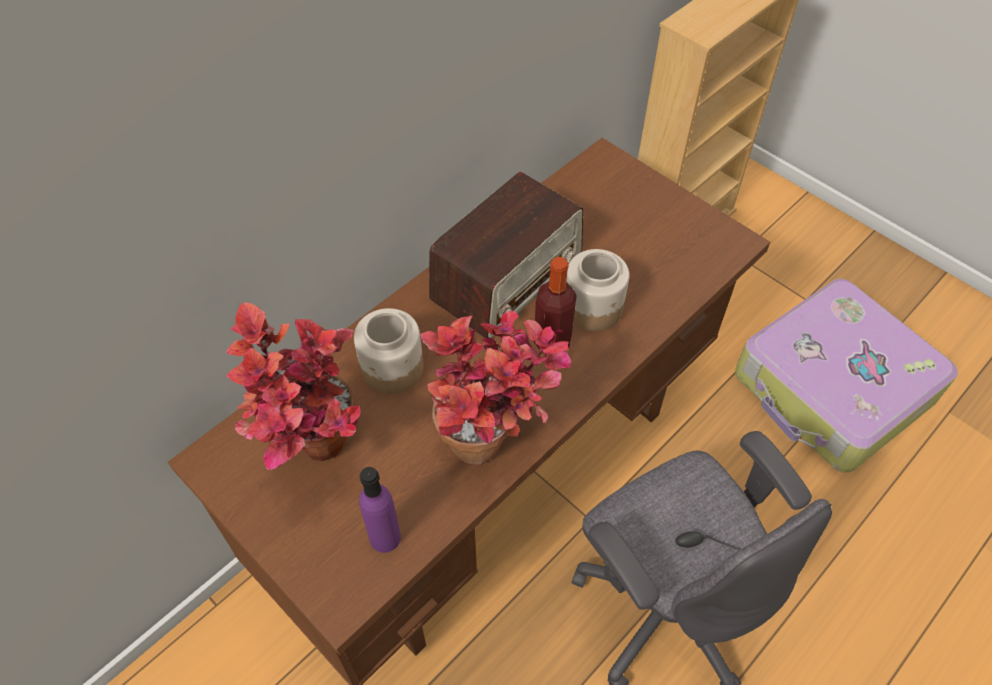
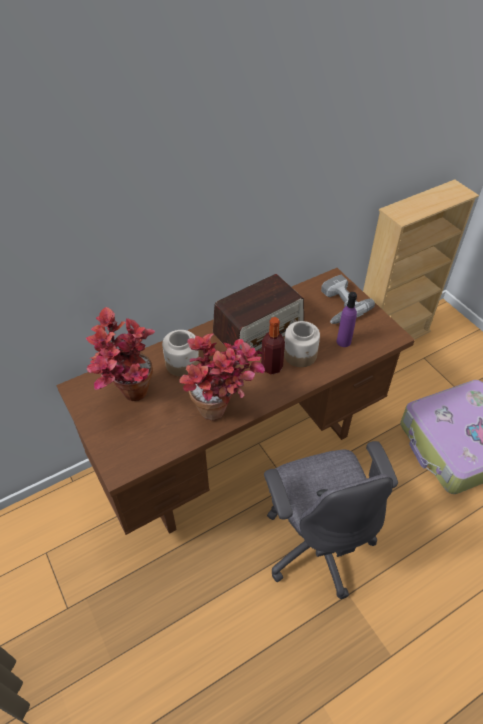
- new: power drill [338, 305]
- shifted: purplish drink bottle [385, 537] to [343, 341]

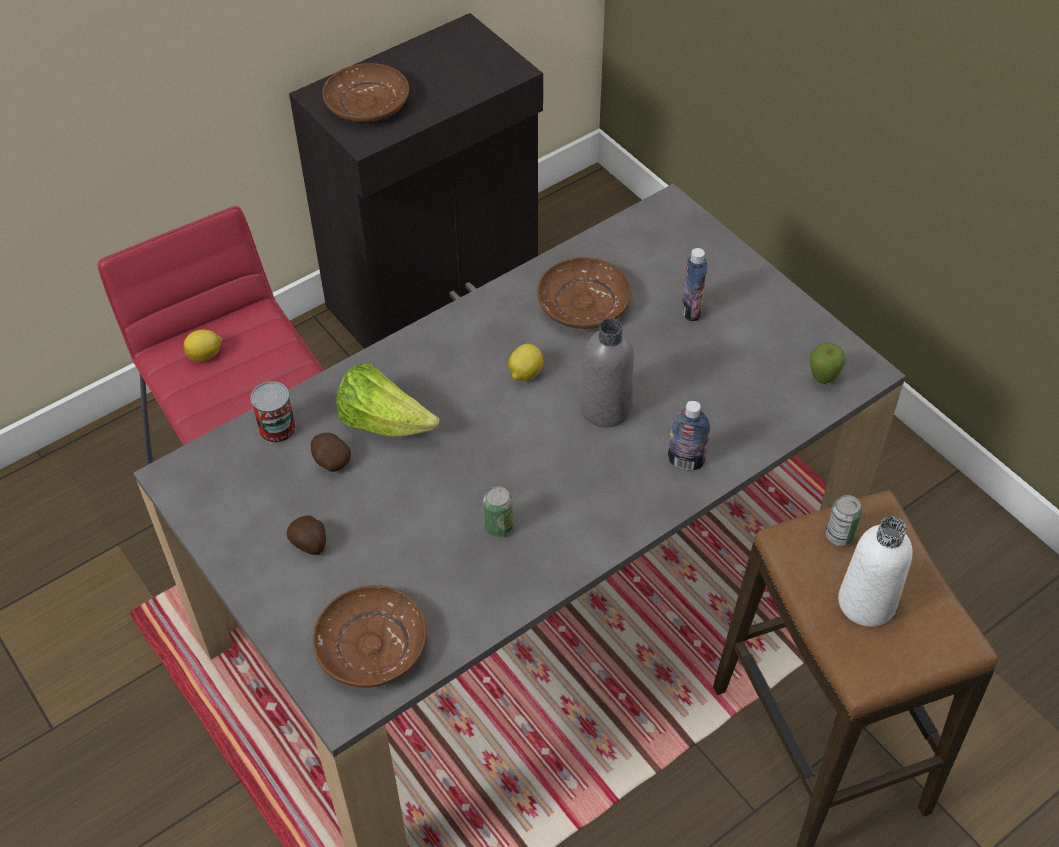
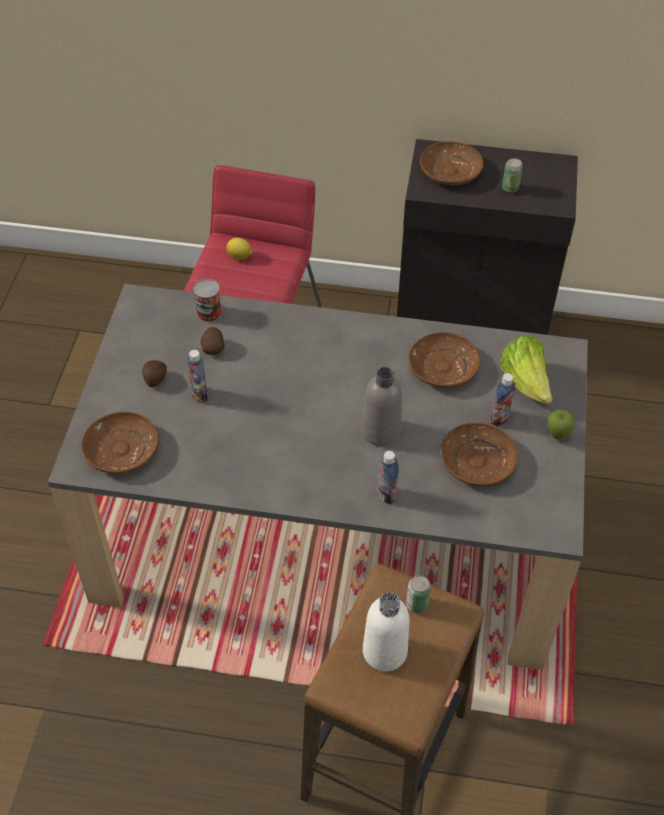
- gone: whole lemon [525, 374]
- new: drink bottle [199, 394]
- new: brownish flat dish [477, 462]
- shifted: head of lettuce [384, 423] to [525, 383]
- shifted: sealed can [499, 527] to [510, 188]
- shifted: whole apple [822, 379] to [557, 436]

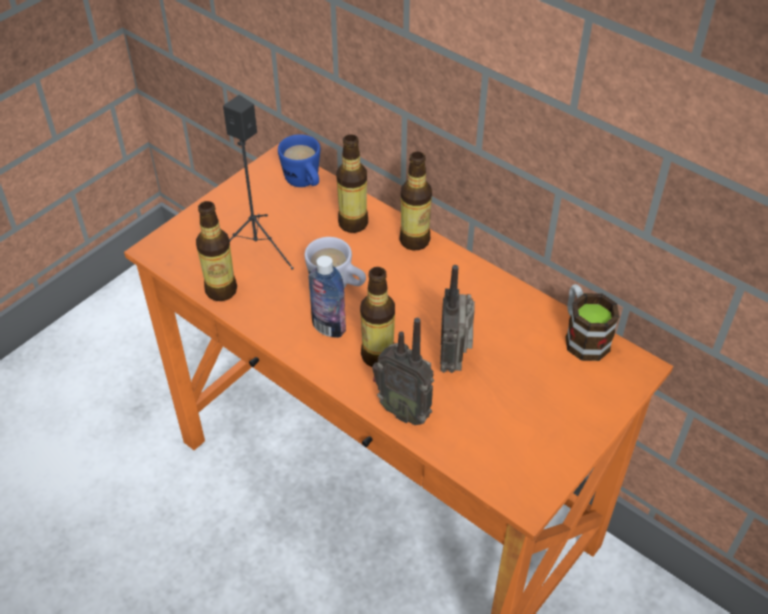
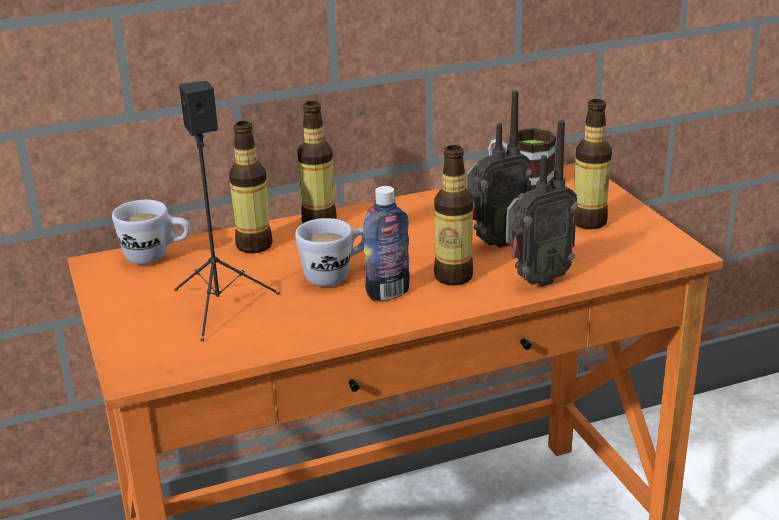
- shifted: drink bottle [221, 290] to [589, 222]
- repainted: blue-coloured tea mug [305, 183] to whitish tea mug [156, 257]
- rotated: radio set [454, 359] = [494, 242] 60 degrees counterclockwise

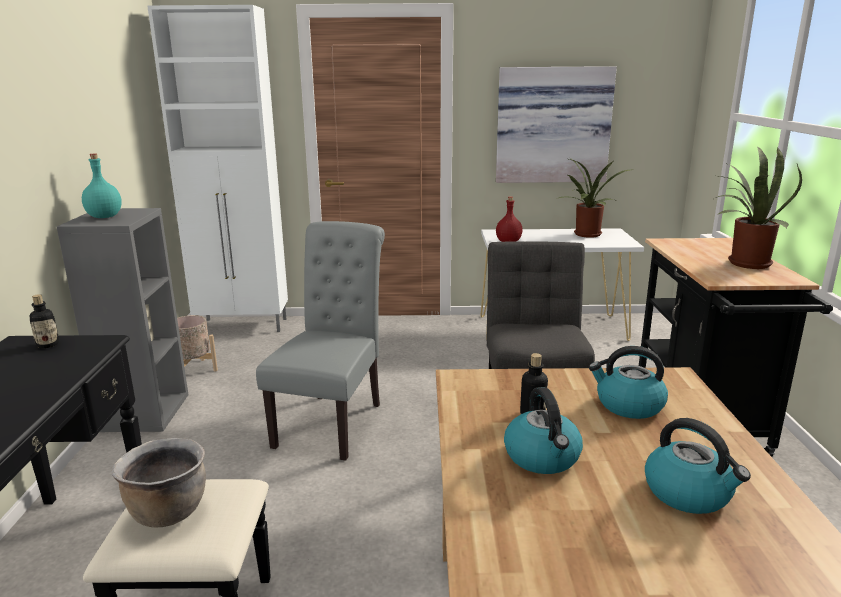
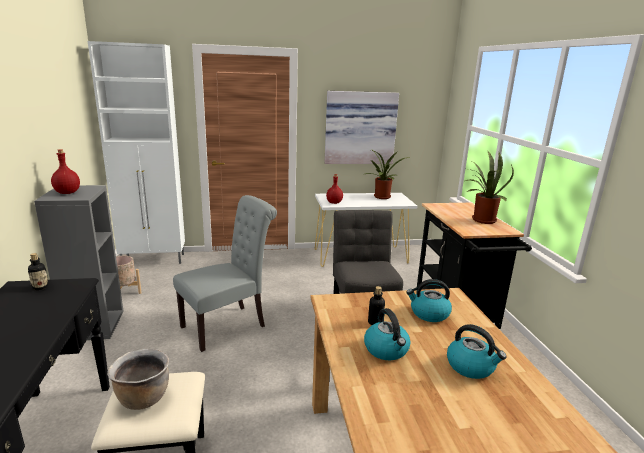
- repainted: turquoise-coloured drink bottle [105, 217] to red drink bottle [67, 192]
- rotated: gray plain chair [333, 421] = [228, 325] 45 degrees clockwise

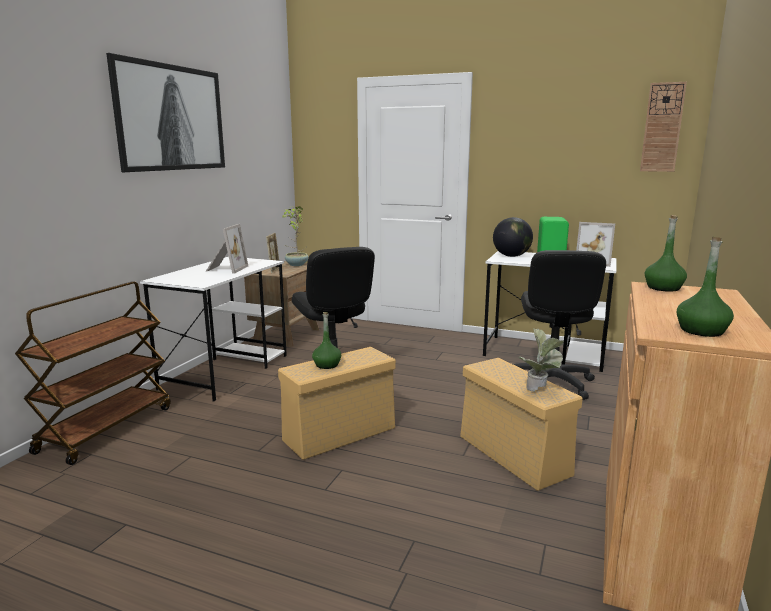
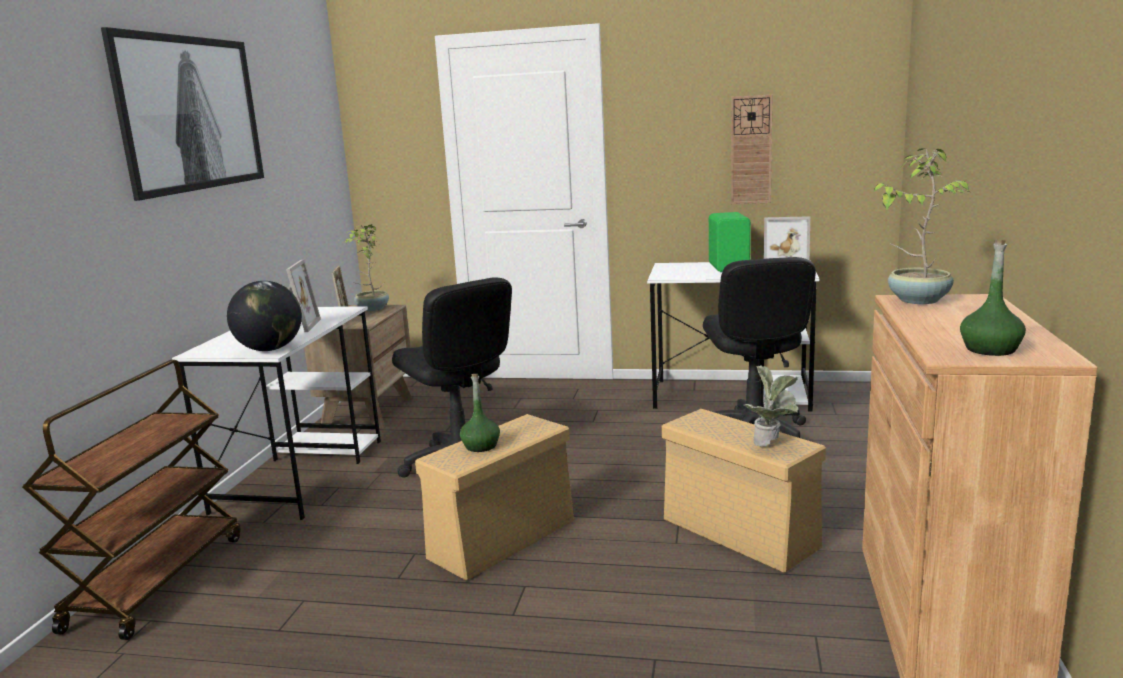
- shifted: world globe [511, 256] to [270, 349]
- shifted: clock on the wall [662, 127] to [751, 150]
- swapped: green drink bottle [663, 288] to potted plant [917, 300]

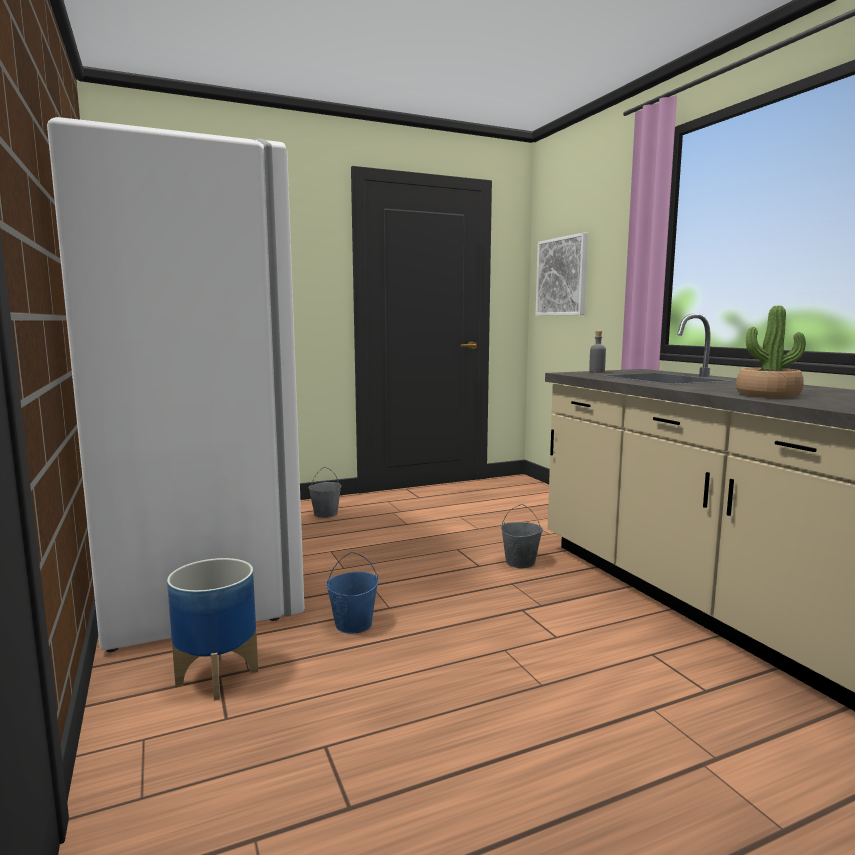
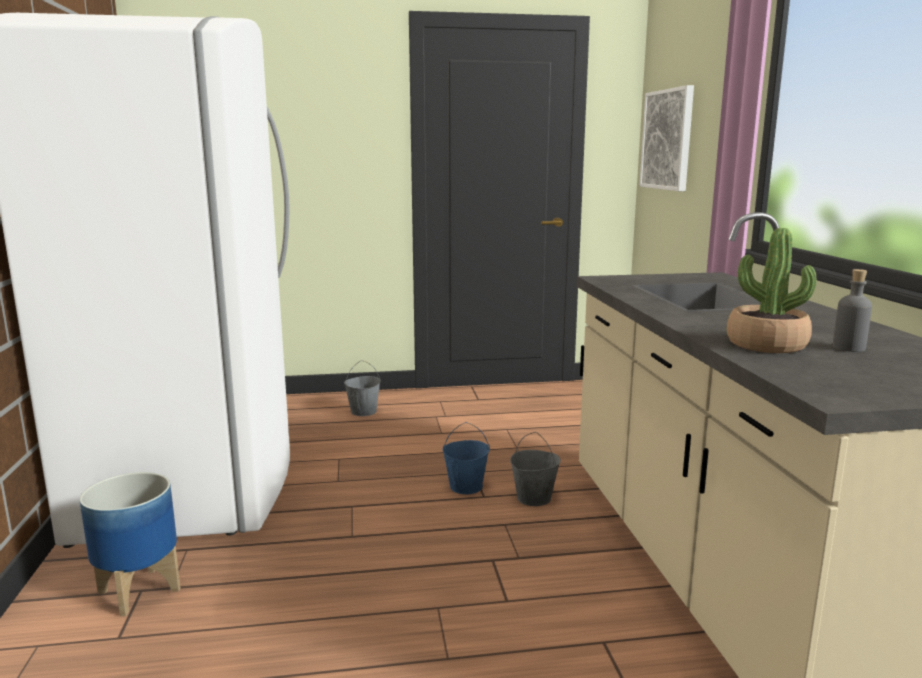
- shifted: blue-coloured water bucket [353, 624] to [466, 486]
- shifted: gray drink bottle [596, 372] to [848, 348]

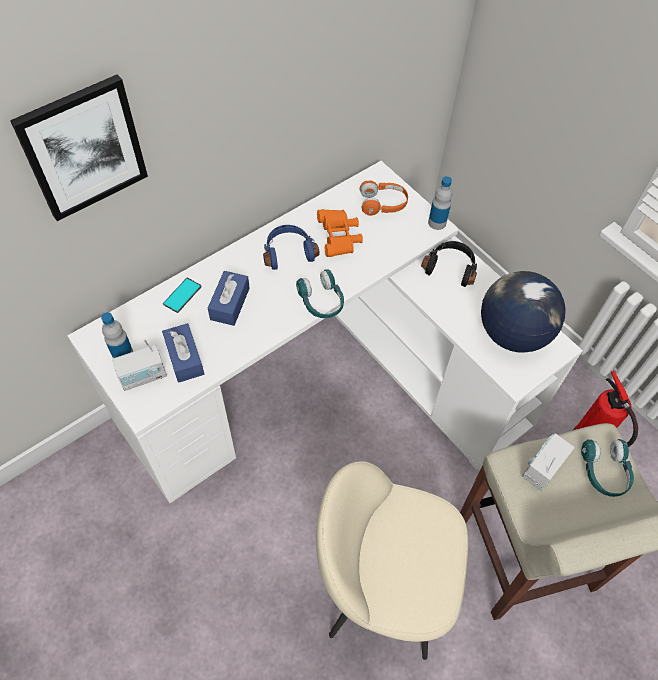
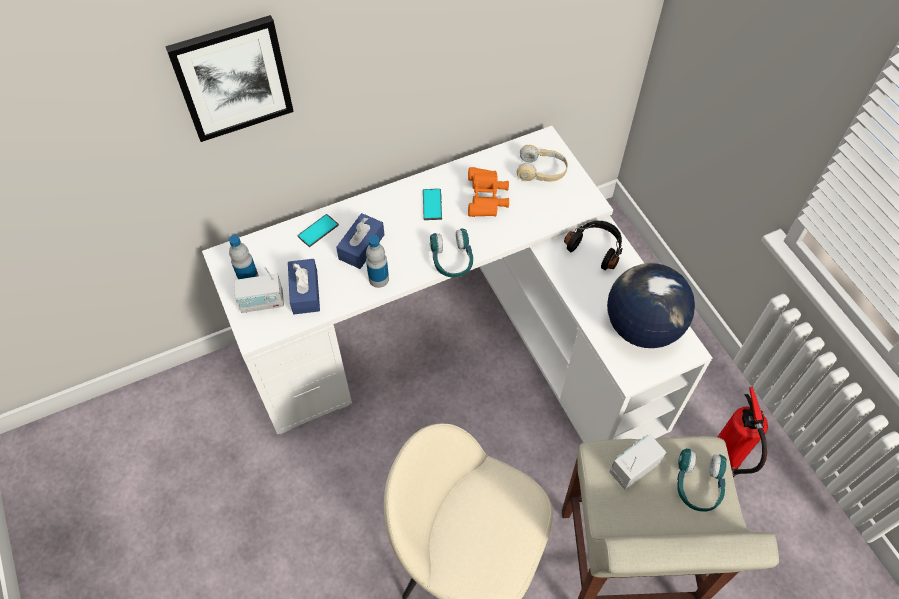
- shifted: drink bottle [437, 222] to [378, 279]
- swapped: blue-coloured pair of headphones [288, 252] to telephone [432, 204]
- repainted: orangey pair of headphones [383, 204] to beige pair of headphones [541, 171]

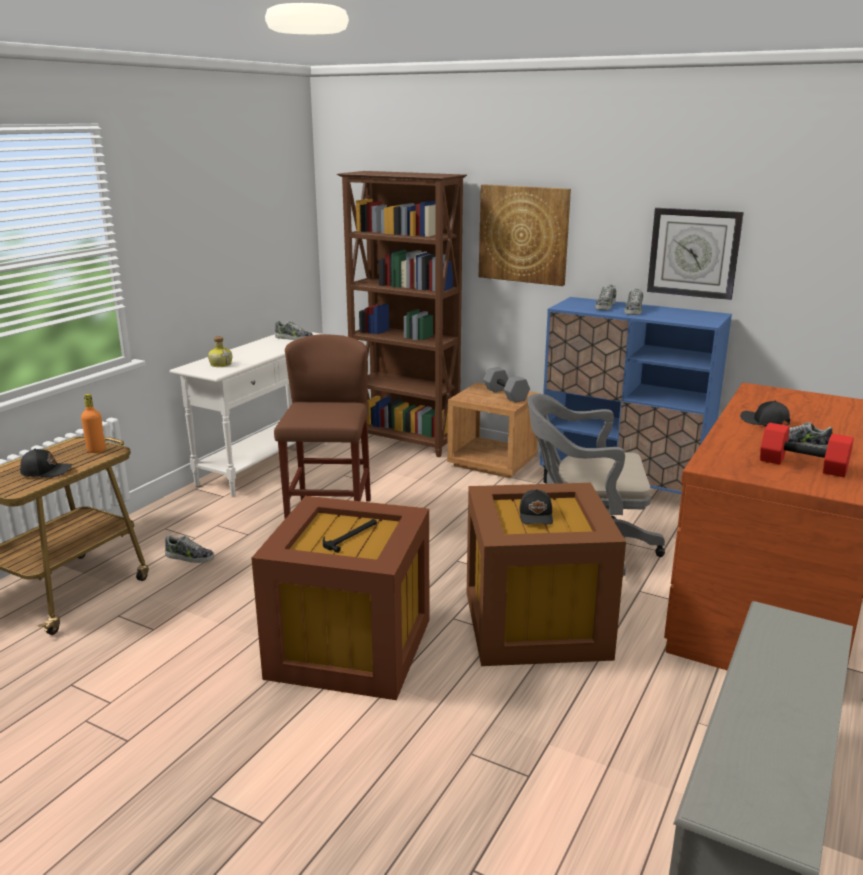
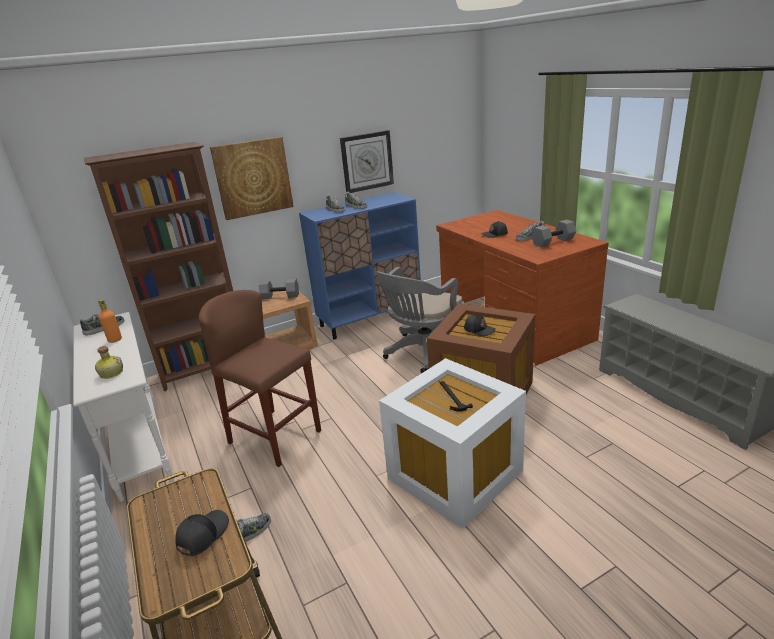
- shifted: orangey drink bottle [96, 450] to [115, 340]
- repainted: brownish storage bin [353, 647] to whitish storage bin [454, 473]
- repainted: red dumbbell [804, 465] to gray dumbbell [553, 241]

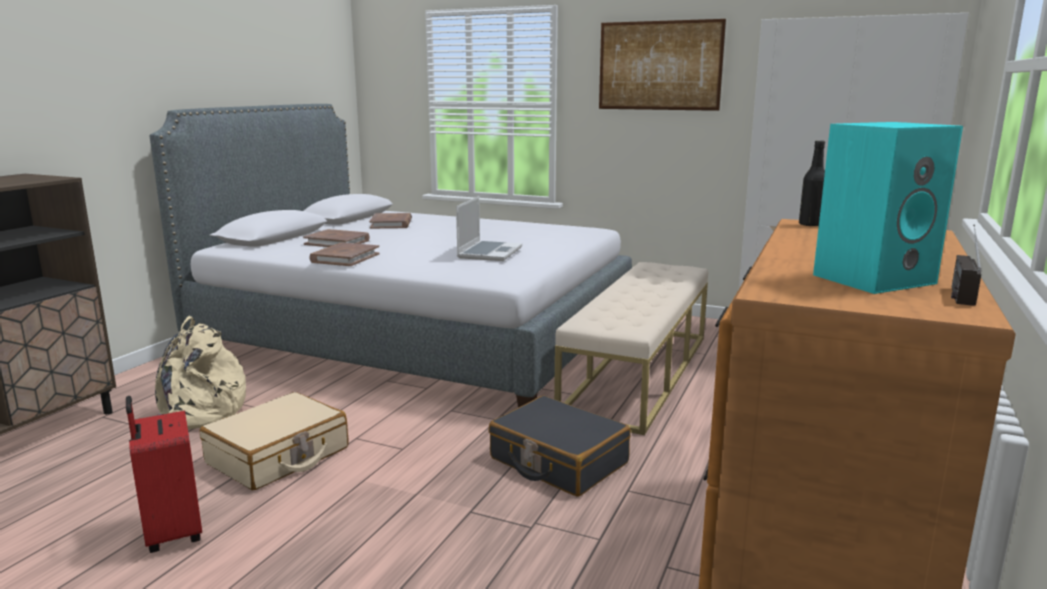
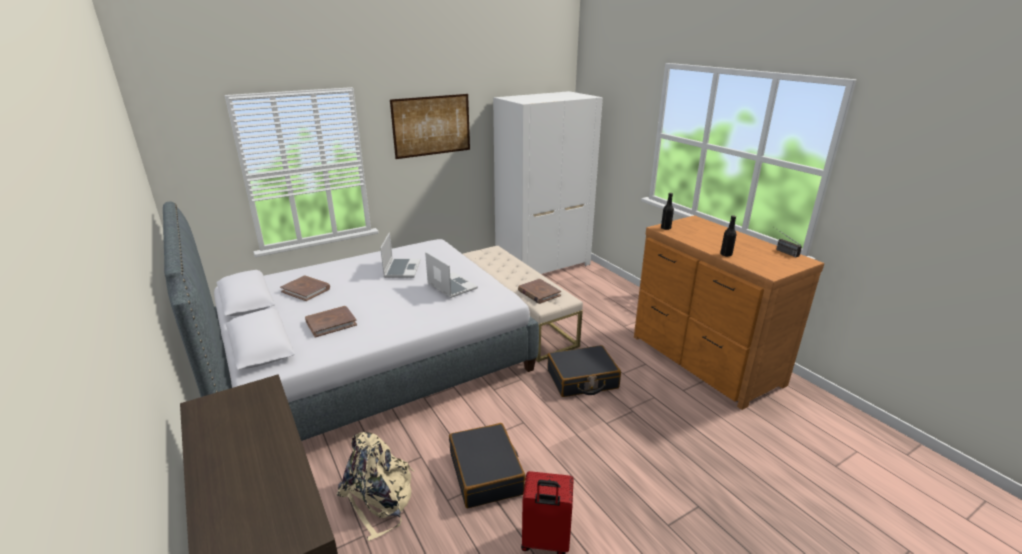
- gone: turquoise-coloured loudspeaker [873, 278]
- new: notebook computer [402, 269]
- new: black-coloured drink bottle [726, 254]
- shifted: brownish volume [345, 258] to [539, 293]
- repainted: beige suitcase [278, 456] to black-coloured suitcase [486, 473]

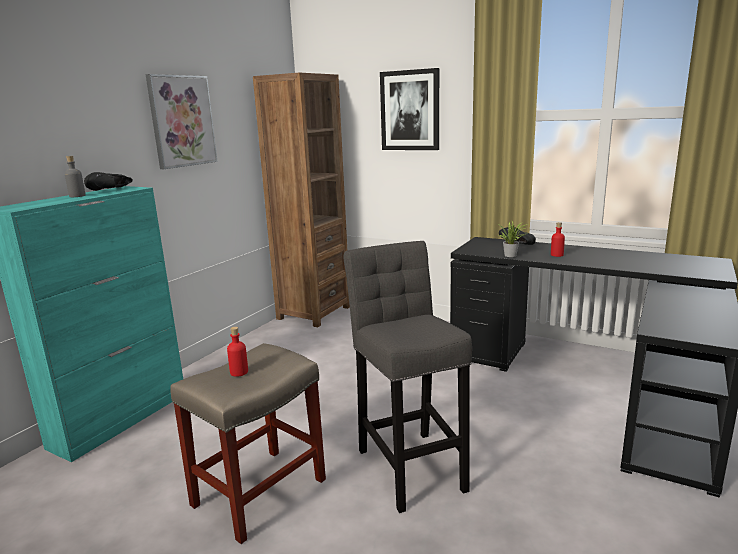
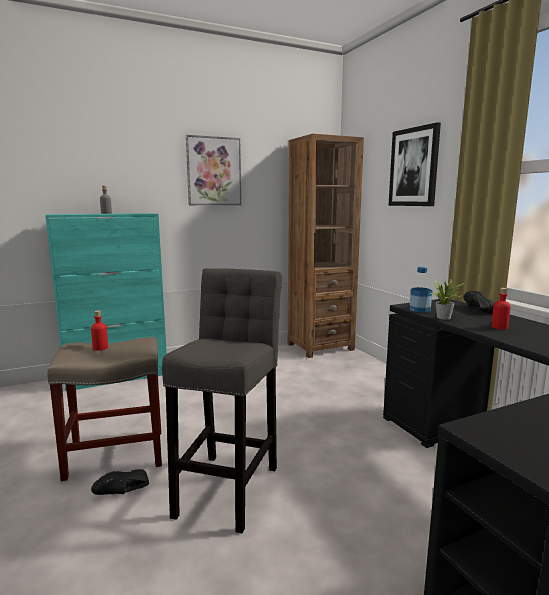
- new: drink bottle [419, 309]
- shifted: black-coloured shoe [111, 189] to [123, 493]

